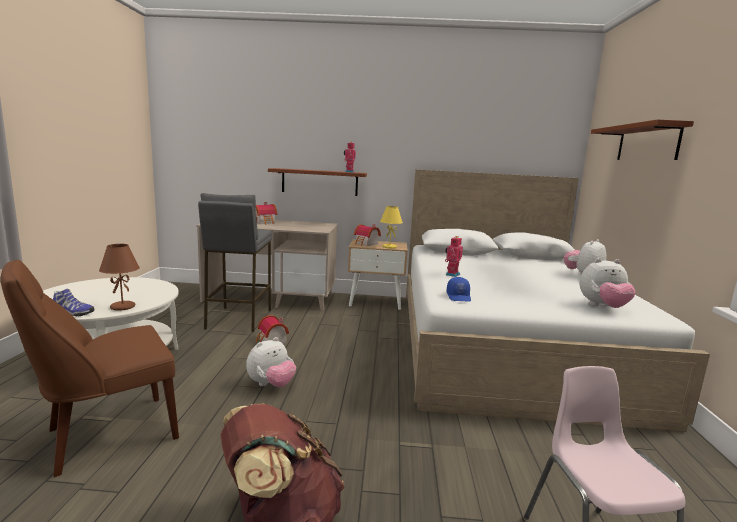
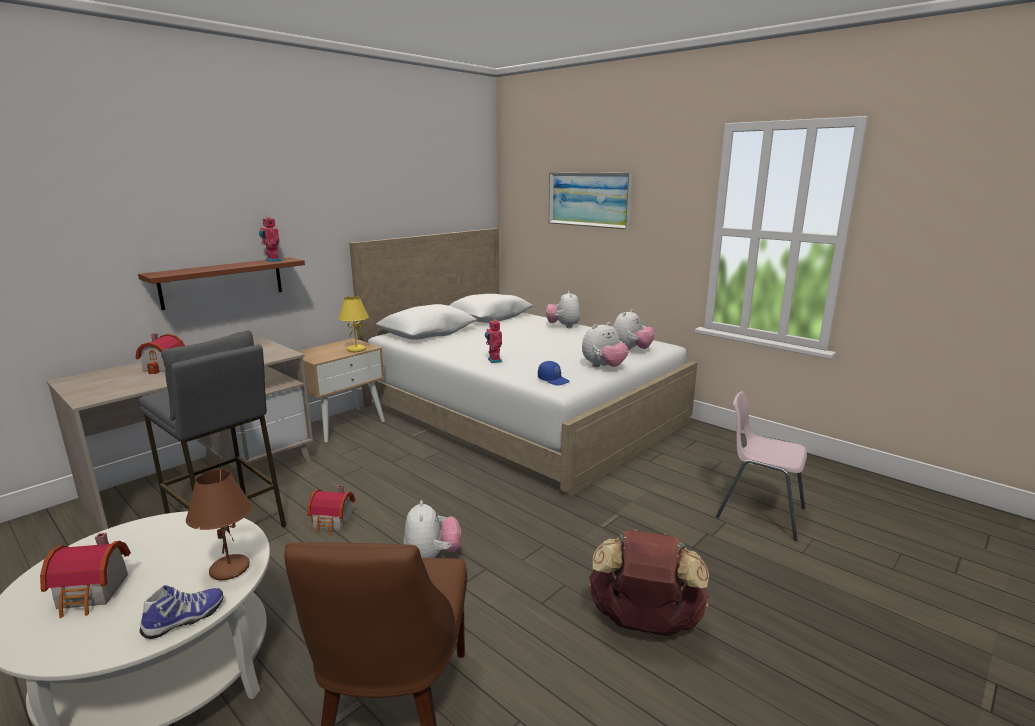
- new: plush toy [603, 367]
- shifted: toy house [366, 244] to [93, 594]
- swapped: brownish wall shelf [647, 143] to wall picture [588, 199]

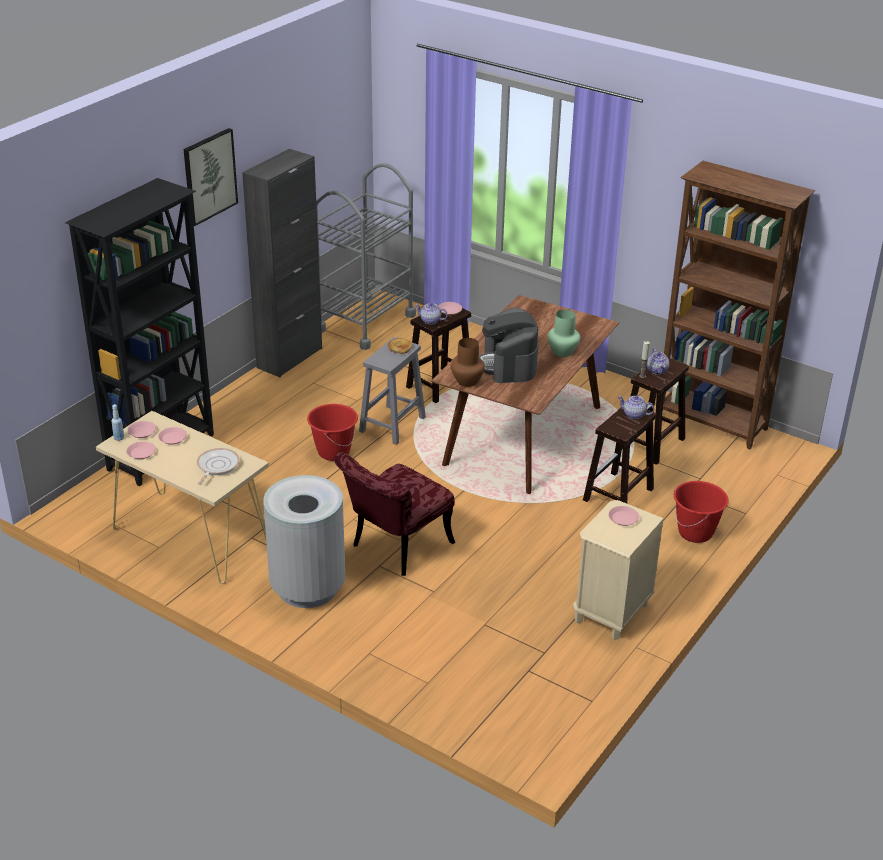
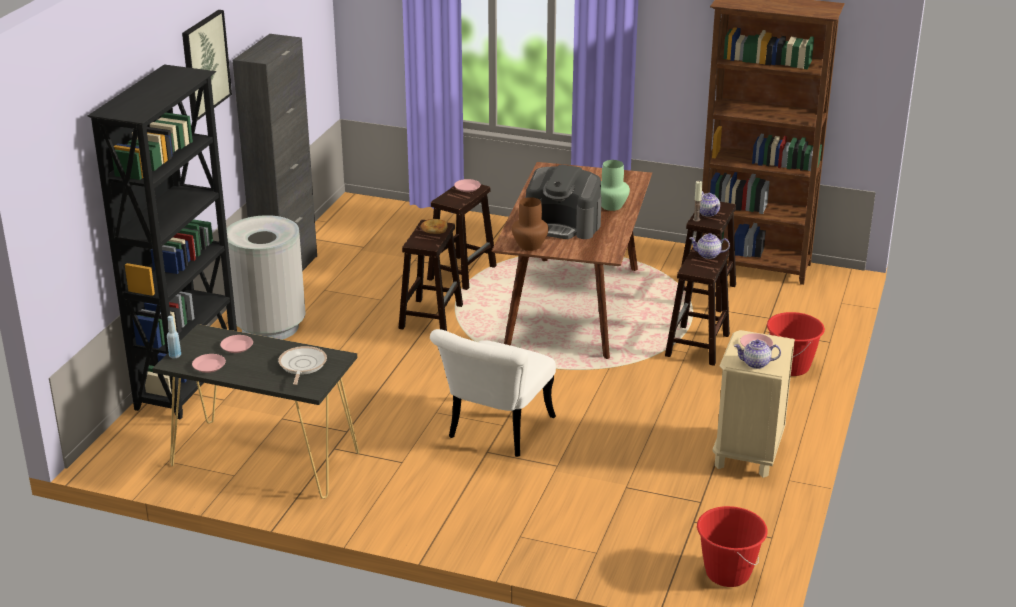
- gone: pink flat dish [142, 432]
- gone: gray cart [365, 322]
- shifted: gray waste bin [307, 588] to [270, 327]
- shifted: red water bucket [333, 452] to [727, 573]
- shifted: teapot [430, 321] to [755, 364]
- repainted: beige hall table [190, 536] to black-coloured hall table [264, 459]
- repainted: red plain chair [395, 549] to whitish plain chair [495, 433]
- repainted: gray stool seat [392, 424] to brownish stool seat [431, 316]
- rotated: coffee brewer [508, 365] = [563, 225] 45 degrees counterclockwise

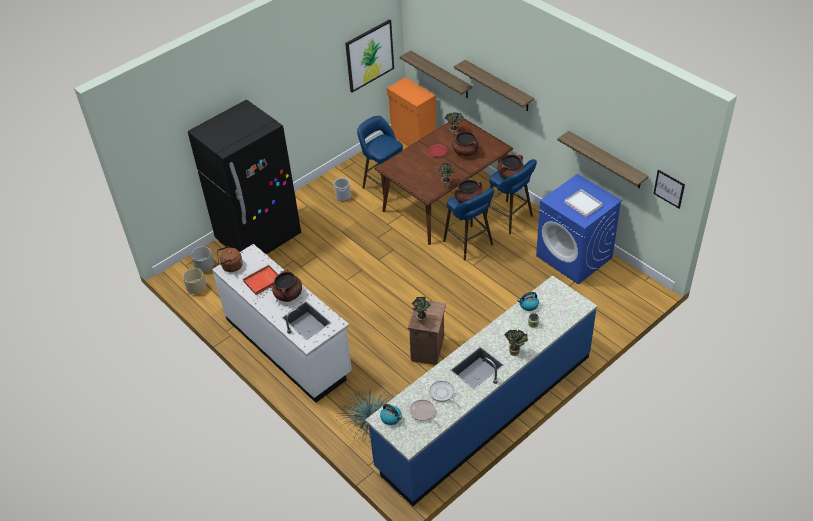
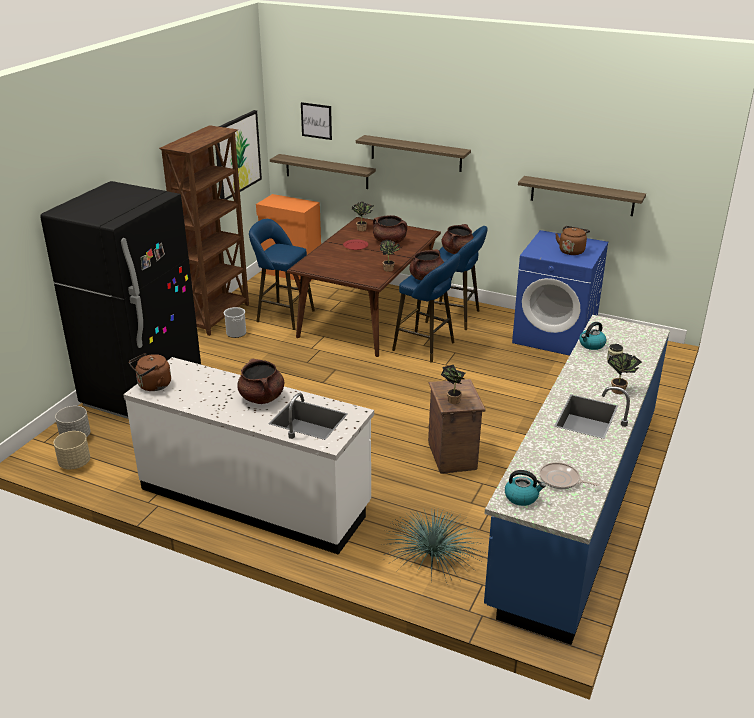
- gone: red carrying tray [262, 281]
- gone: frying pan [443, 394]
- new: brownish bookcase [218, 316]
- shifted: wall picture [669, 188] to [316, 121]
- swapped: whitish carrying tray [584, 204] to brownish tea kettle [571, 251]

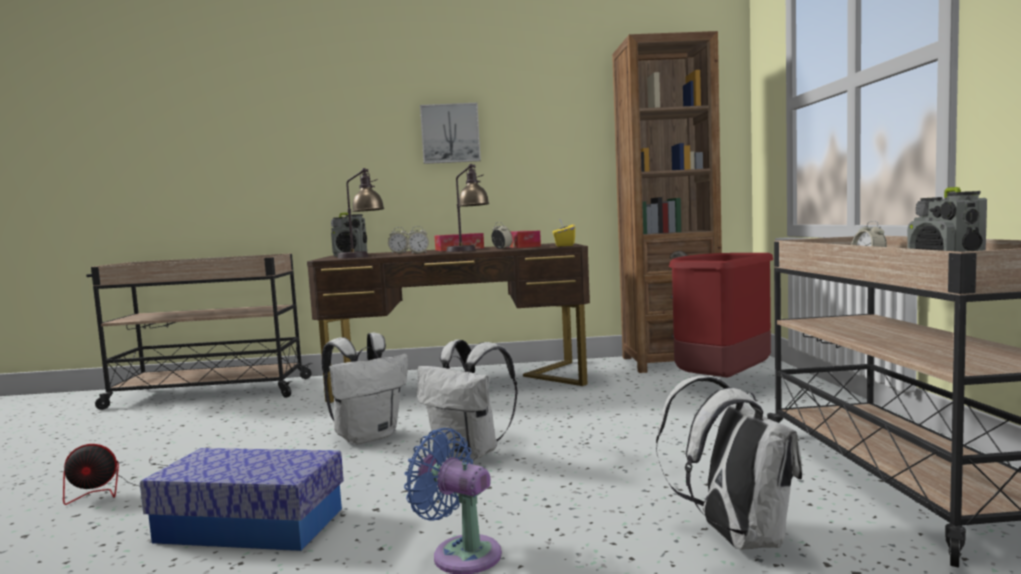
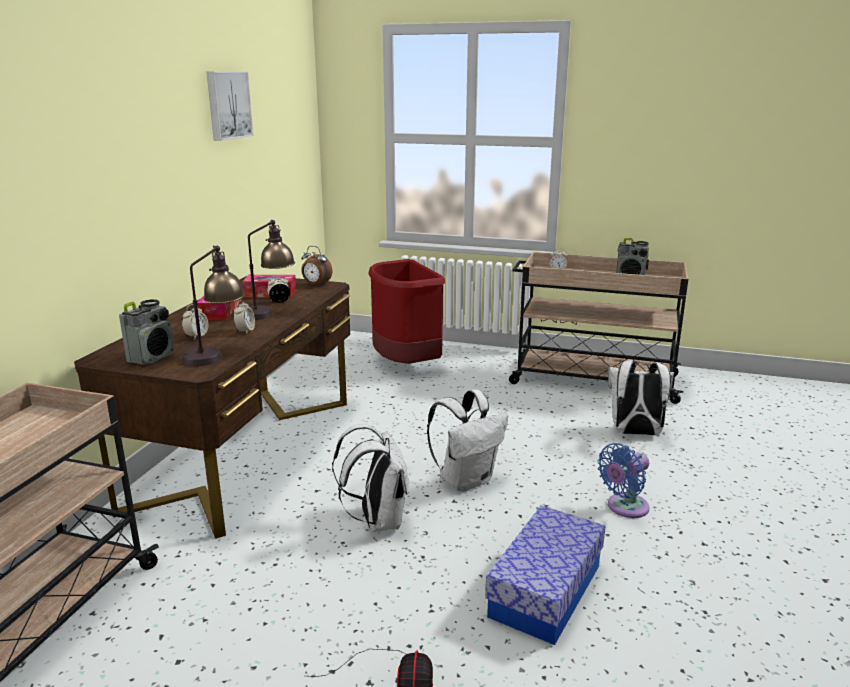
- gone: brownish bookcase [670, 362]
- shifted: wall picture [450, 133] to [227, 105]
- swapped: yellow tissue holder [564, 245] to alarm clock [316, 285]

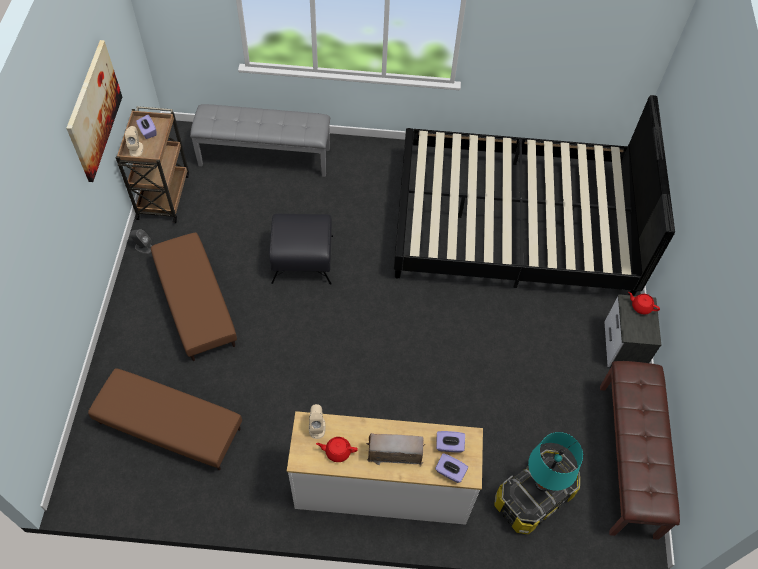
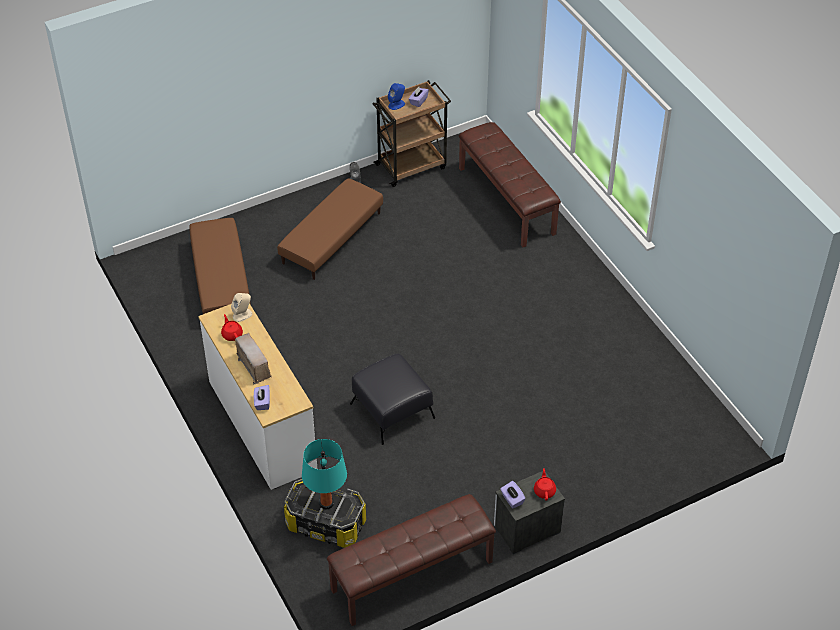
- gone: wall picture [94, 111]
- gone: black-coloured bed [514, 224]
- shifted: black-coloured pouffe [302, 258] to [392, 410]
- shifted: purplish tissue holder [449, 446] to [512, 499]
- repainted: beige loudspeaker [136, 149] to blue-coloured loudspeaker [396, 104]
- repainted: gray indoor bench [265, 156] to brownish indoor bench [507, 201]

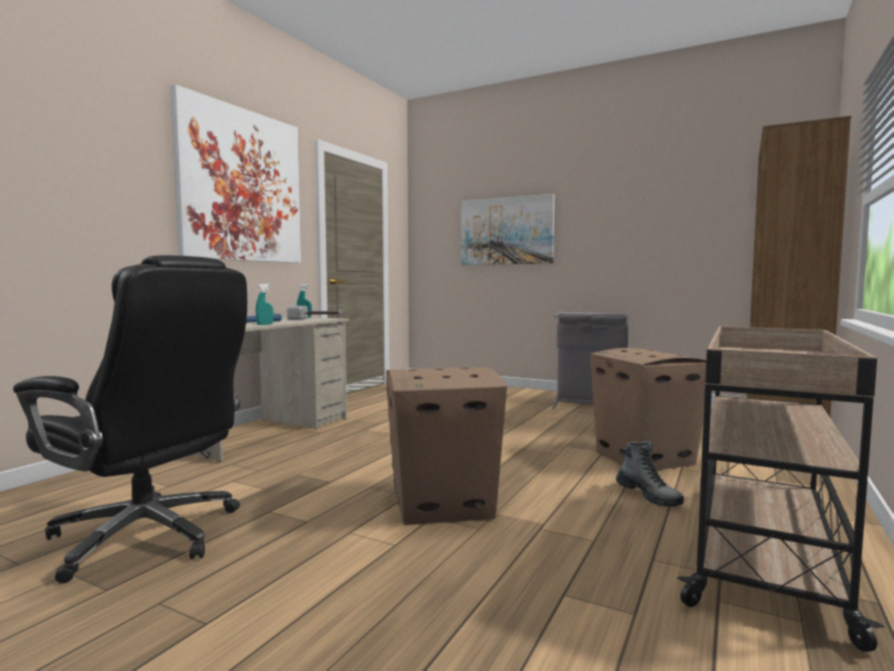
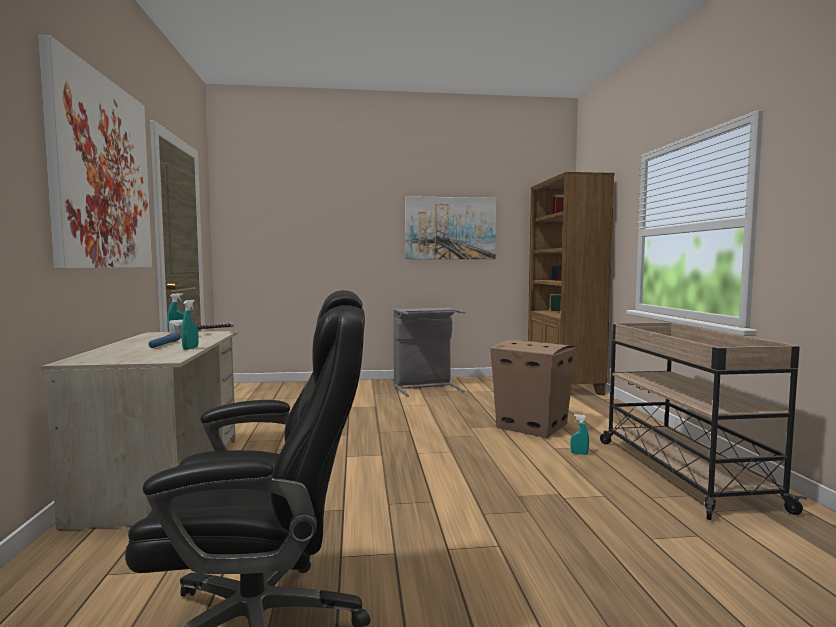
- gone: cardboard box [440, 504]
- shifted: wall picture [506, 231] to [450, 228]
- swapped: tall boot [648, 495] to turquoise-coloured sprayer [579, 453]

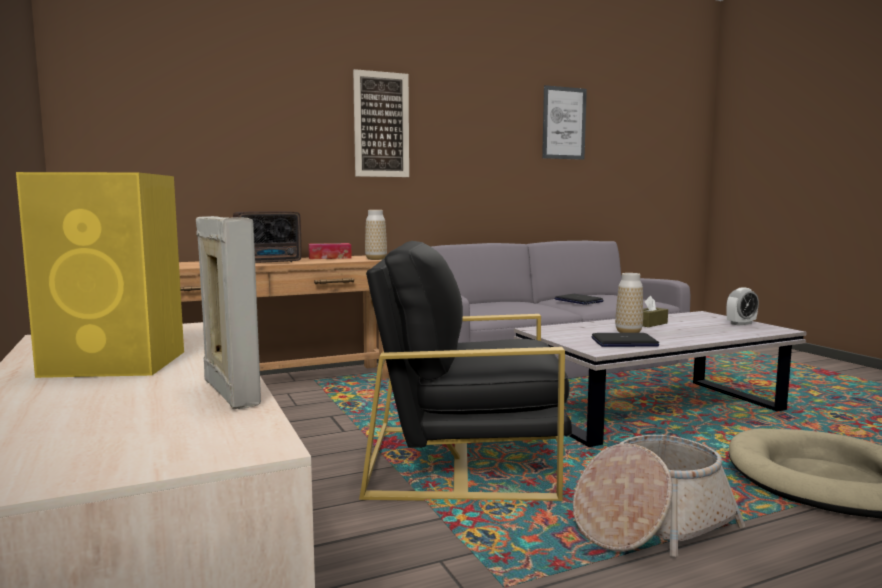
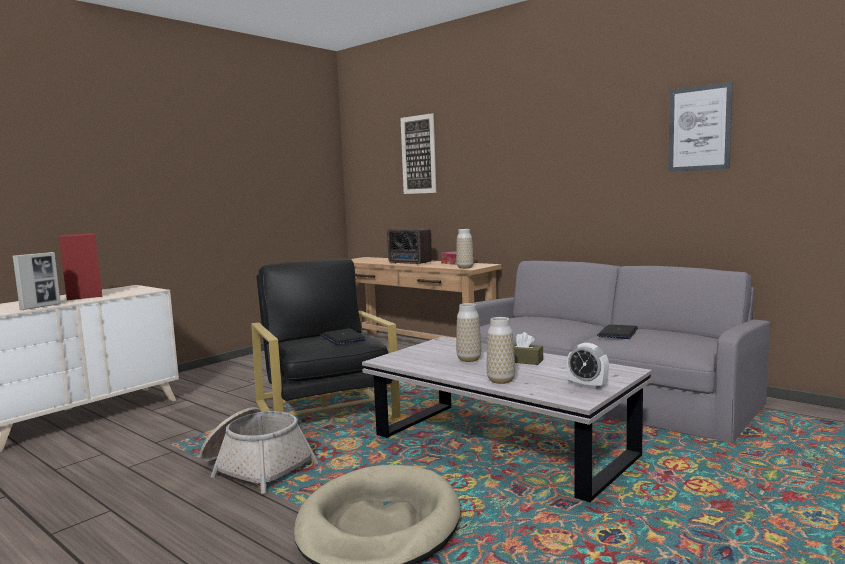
- new: flower vase [501, 380]
- shifted: wall picture [381, 124] to [418, 154]
- shifted: notebook computer [624, 342] to [342, 338]
- repainted: yellow loudspeaker [118, 363] to red loudspeaker [84, 296]

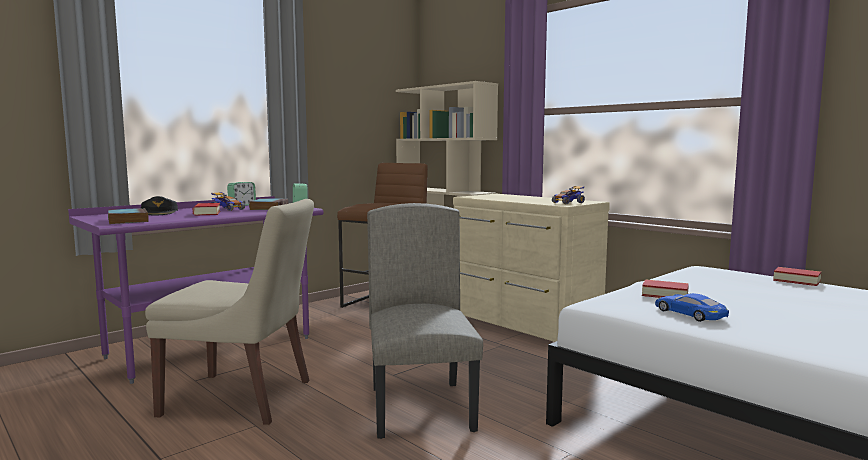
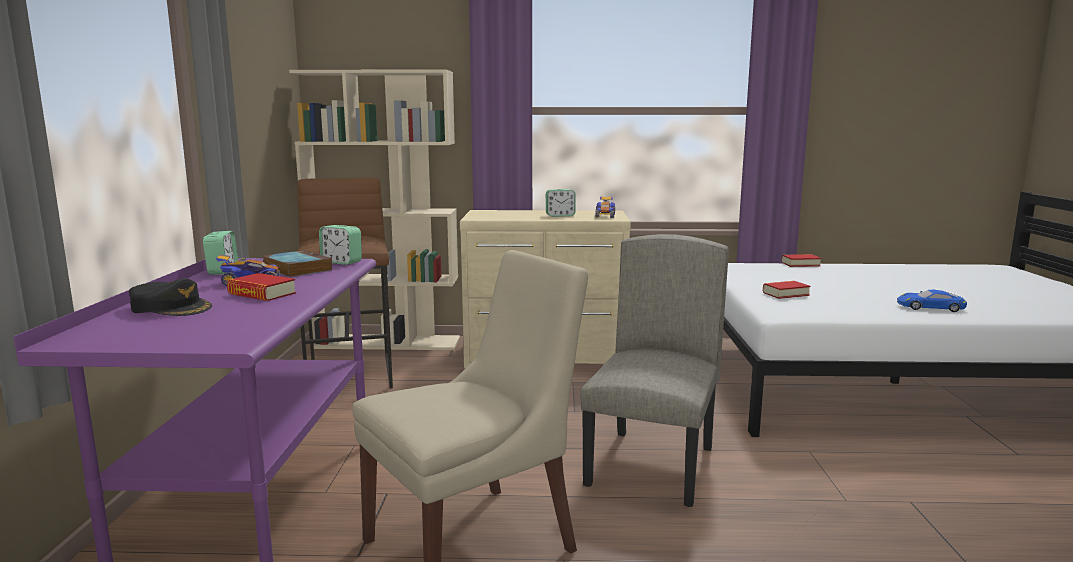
- gone: volume [127, 220]
- new: alarm clock [560, 215]
- shifted: blue-coloured model car [690, 313] to [930, 307]
- rotated: beige plain chair [422, 408] = [652, 466] 75 degrees clockwise

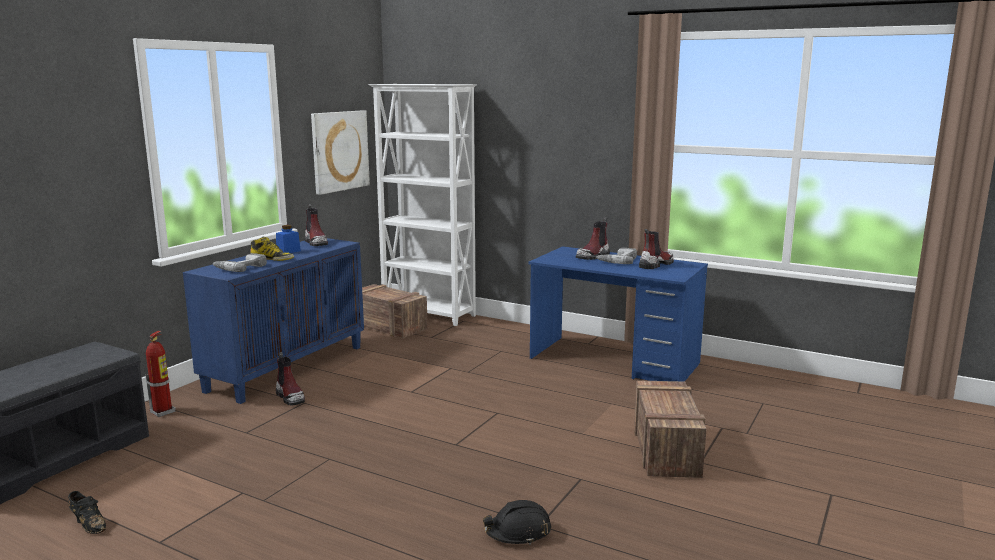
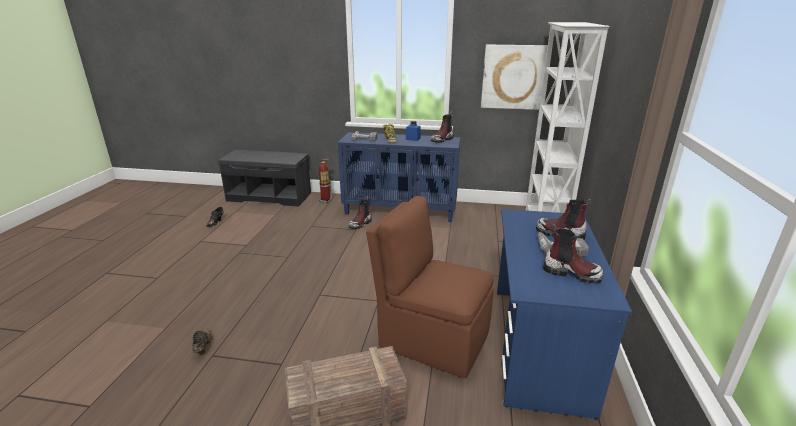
- gone: crate [389, 327]
- new: brownish plain chair [431, 339]
- swapped: black-coloured work helmet [518, 532] to brownish shoe [203, 347]

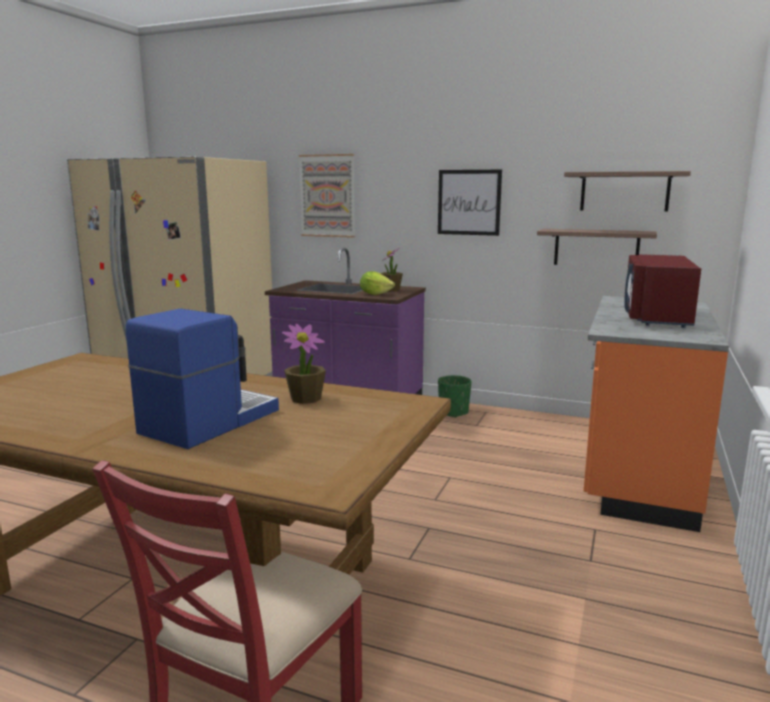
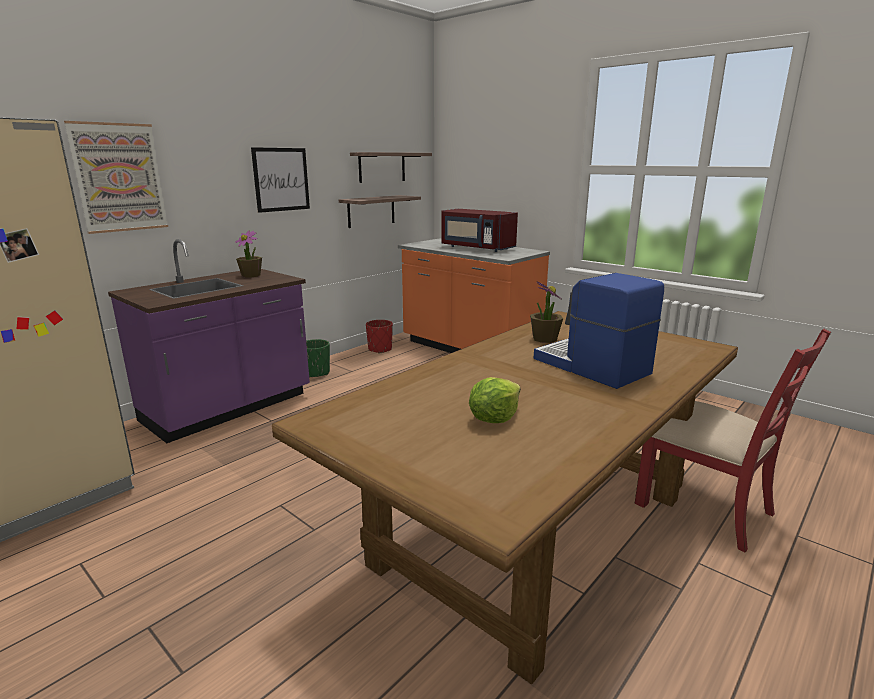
- new: red plant pot [380, 349]
- shifted: head of lettuce [375, 294] to [494, 418]

